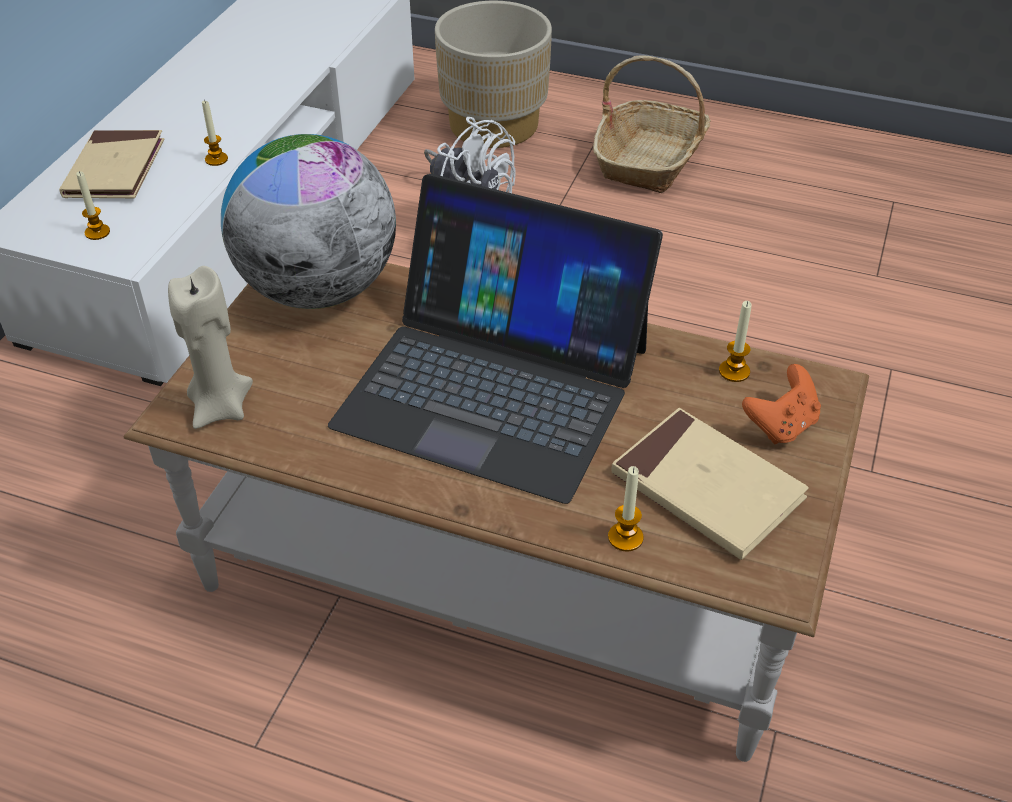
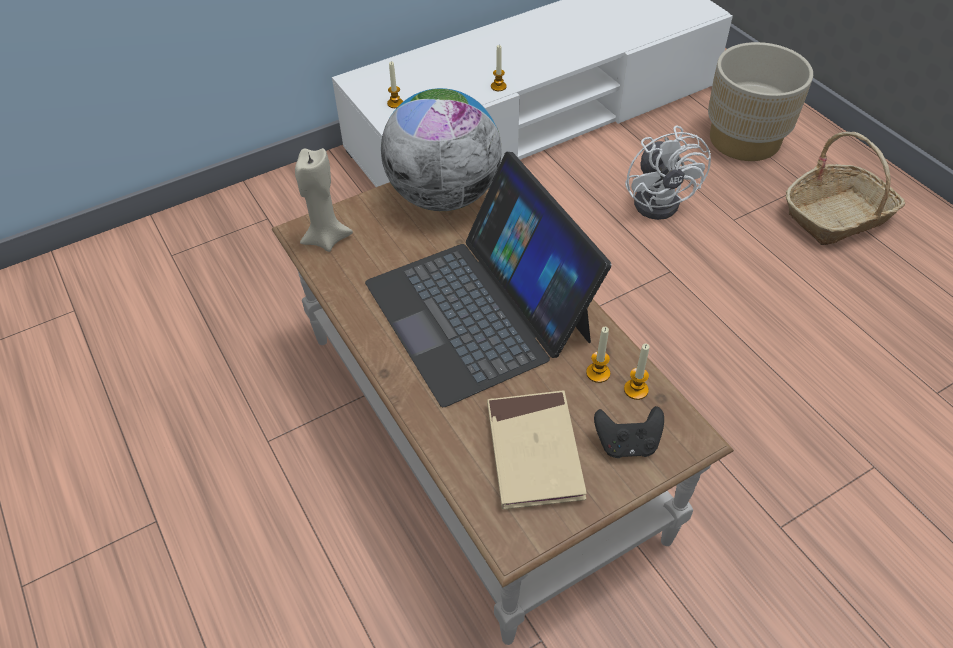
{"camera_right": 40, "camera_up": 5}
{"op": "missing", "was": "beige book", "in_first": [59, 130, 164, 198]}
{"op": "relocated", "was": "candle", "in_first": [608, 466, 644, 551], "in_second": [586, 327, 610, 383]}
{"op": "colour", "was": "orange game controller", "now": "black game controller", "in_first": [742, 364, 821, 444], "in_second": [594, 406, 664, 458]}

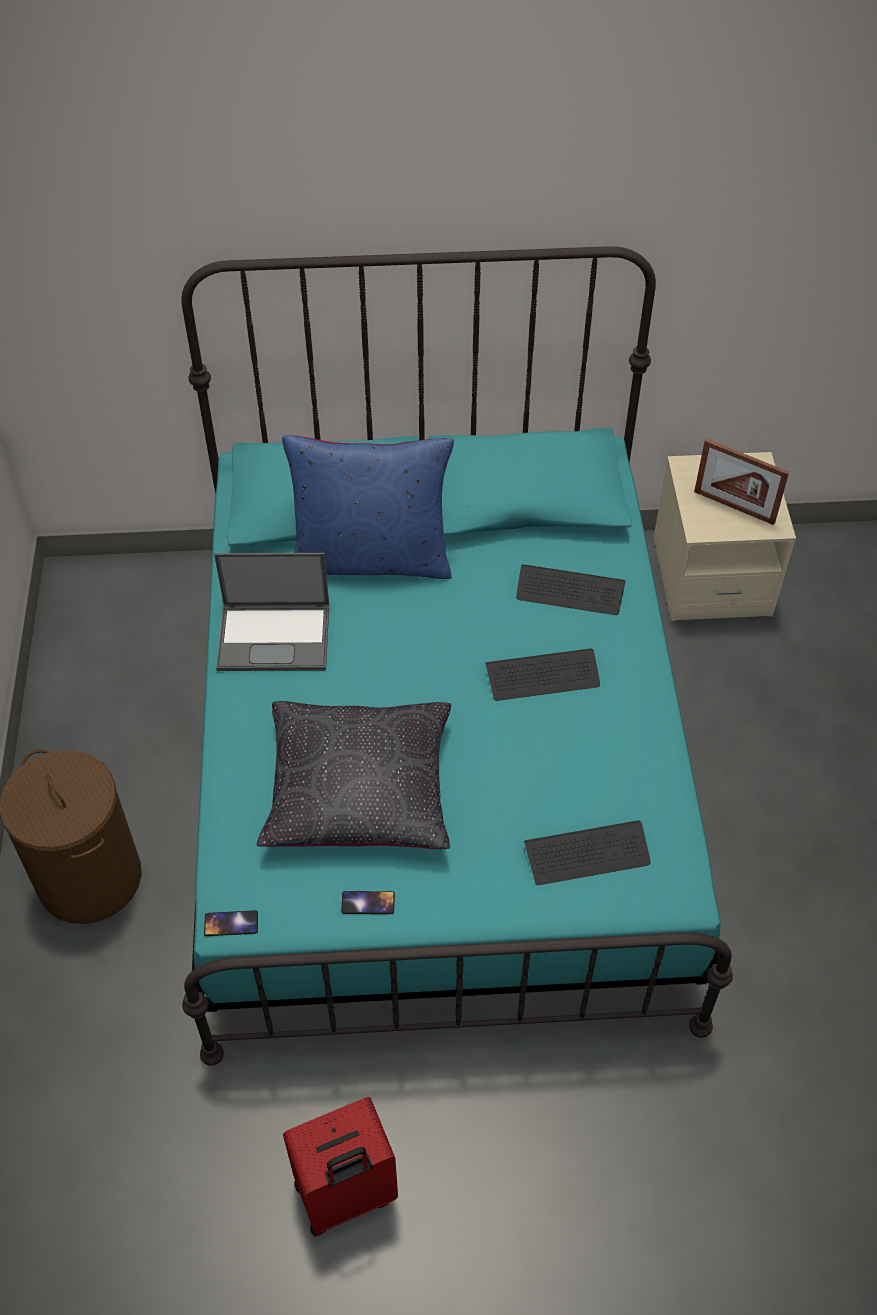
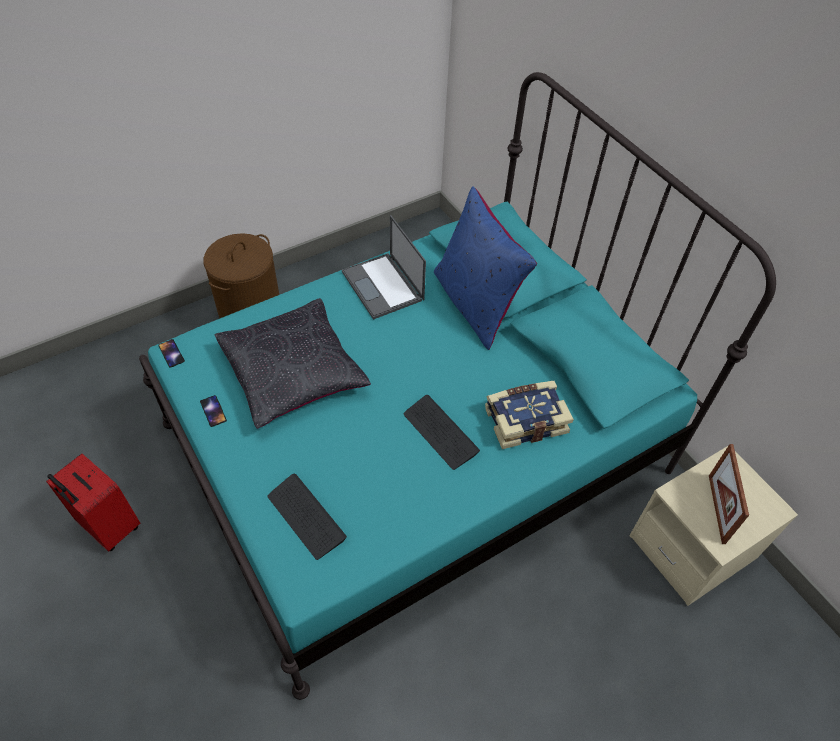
{"camera_right": 60, "camera_up": 0}
{"op": "exchanged", "was": "keyboard", "now": "book", "in_first": [516, 564, 625, 615], "in_second": [485, 381, 574, 449]}

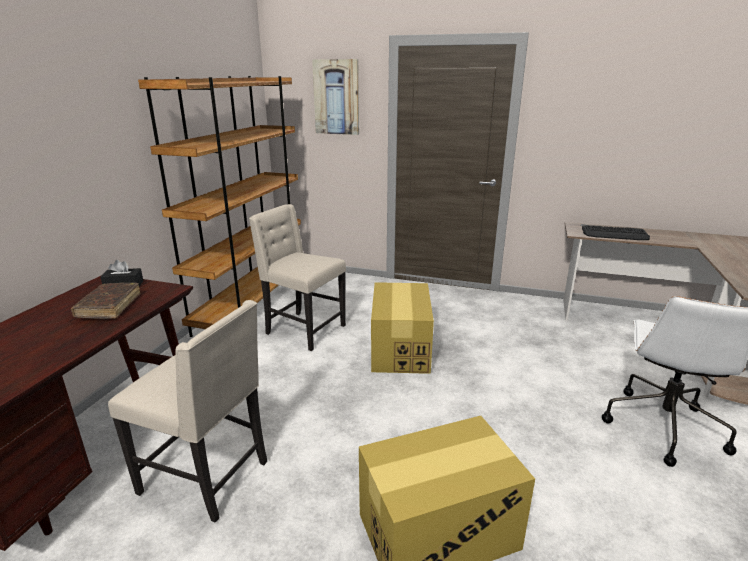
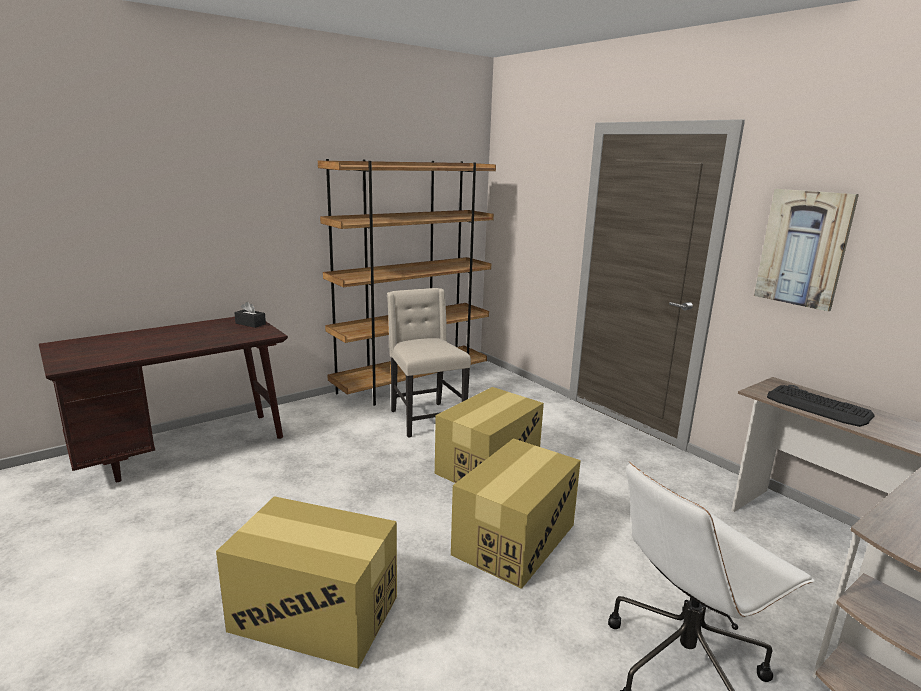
{"camera_right": 35, "camera_up": -5}
{"op": "missing", "was": "brown book", "in_first": [71, 283, 140, 319]}
{"op": "missing", "was": "beige chair", "in_first": [108, 300, 267, 523]}
{"op": "appeared", "now": "cardboard box", "in_second": [451, 438, 581, 589]}
{"op": "relocated", "was": "picture", "in_first": [312, 59, 359, 135], "in_second": [754, 189, 859, 311]}

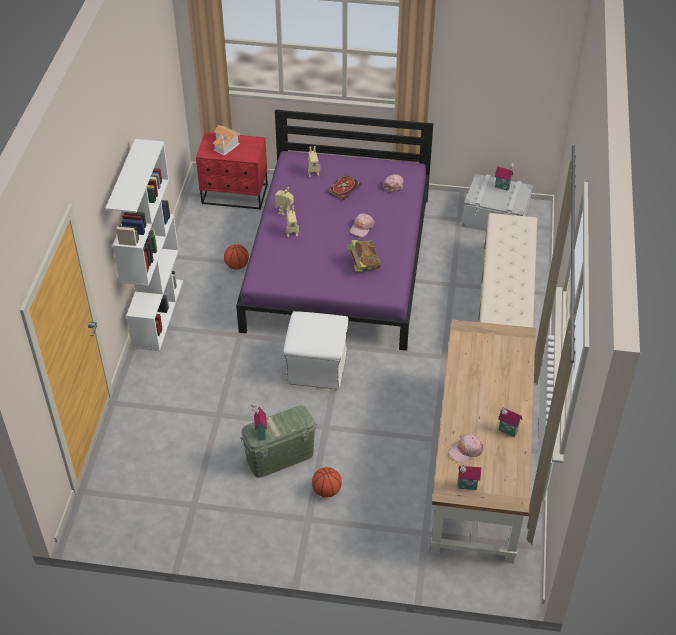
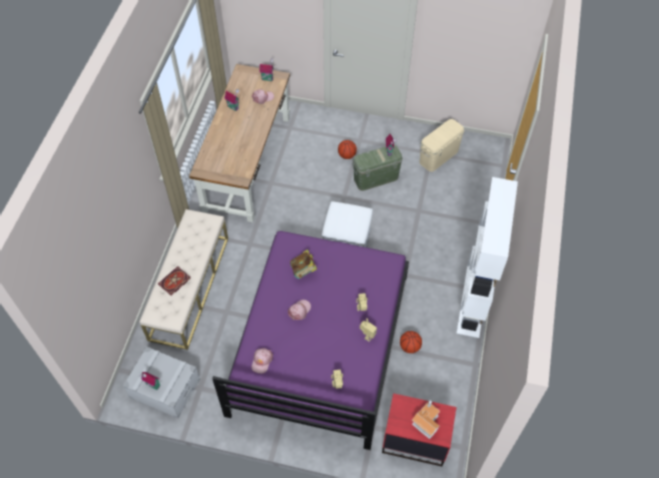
{"camera_right": -175, "camera_up": 10}
{"op": "appeared", "now": "beige storage box", "in_second": [420, 119, 464, 172]}
{"op": "relocated", "was": "book", "in_first": [327, 174, 362, 200], "in_second": [158, 266, 190, 295]}

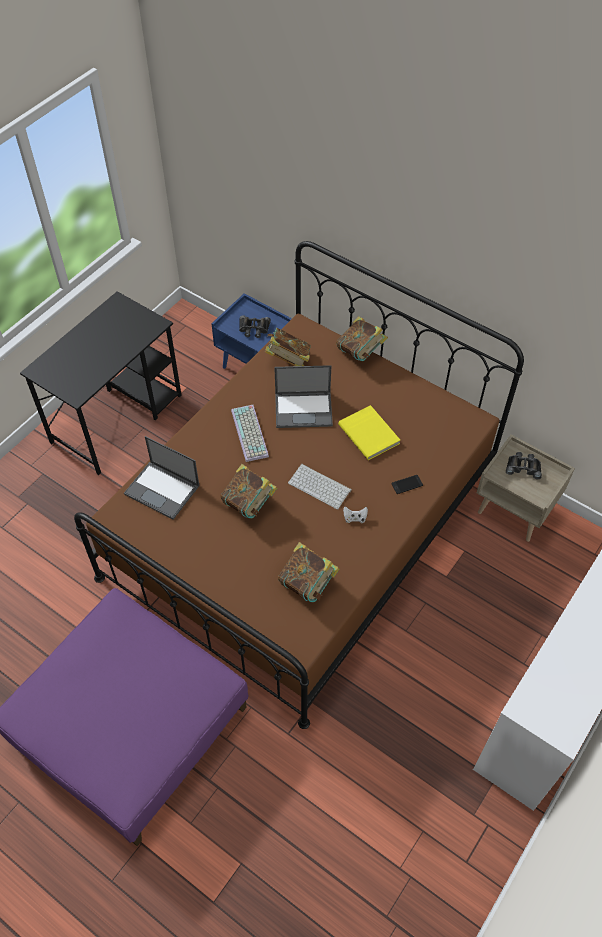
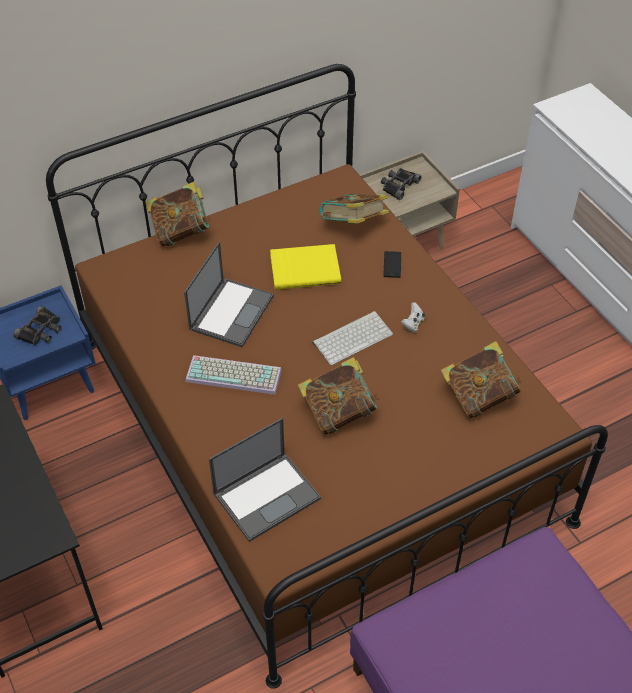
{"camera_right": -65, "camera_up": -5}
{"op": "relocated", "was": "book", "in_first": [265, 328, 311, 366], "in_second": [320, 193, 389, 224]}

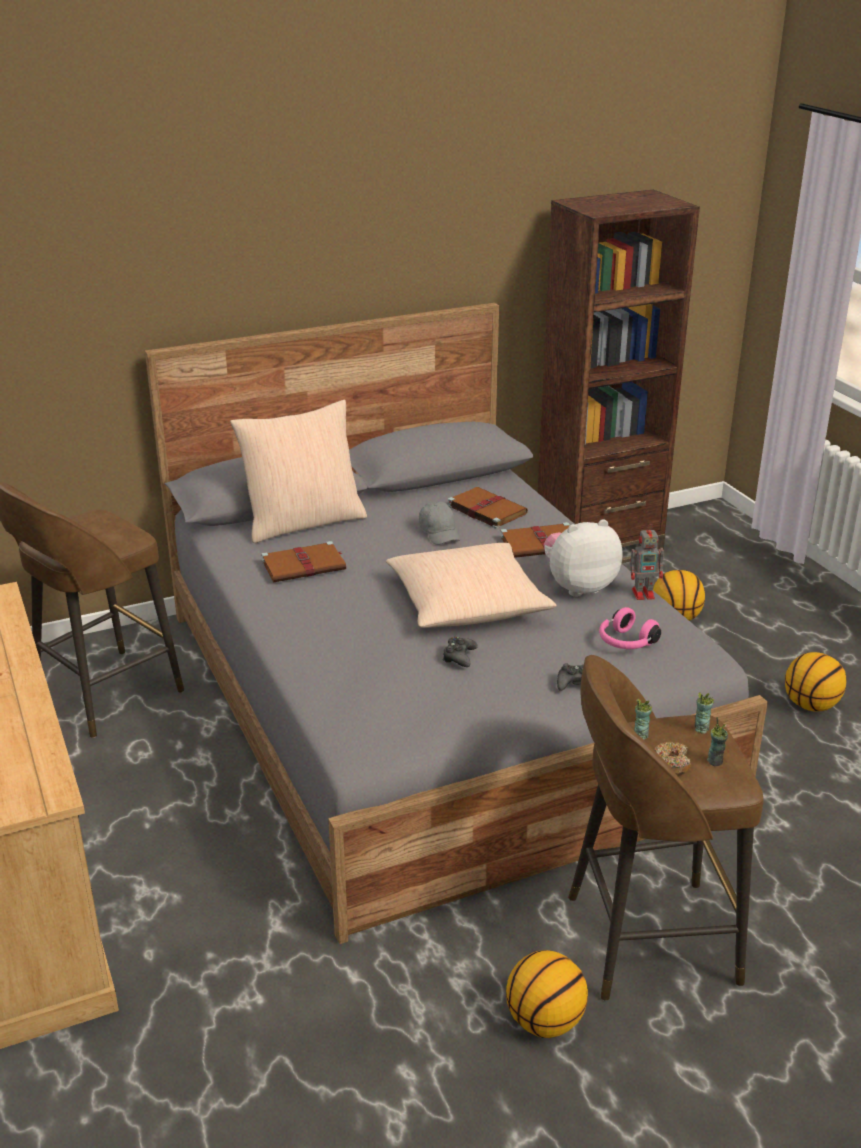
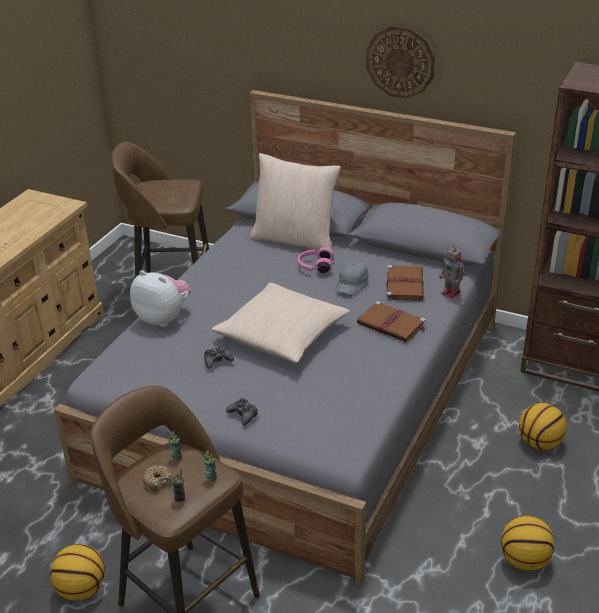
{"camera_right": 50, "camera_up": 5}
{"op": "missing", "was": "brown book", "in_first": [261, 541, 346, 582]}
{"op": "appeared", "now": "wall clock", "in_second": [366, 26, 435, 99]}
{"op": "relocated", "was": "plush toy", "in_first": [544, 519, 622, 597], "in_second": [130, 270, 190, 327]}
{"op": "relocated", "was": "pink headphones", "in_first": [599, 607, 661, 649], "in_second": [297, 247, 334, 274]}
{"op": "relocated", "was": "toy robot", "in_first": [630, 524, 664, 600], "in_second": [439, 245, 466, 298]}

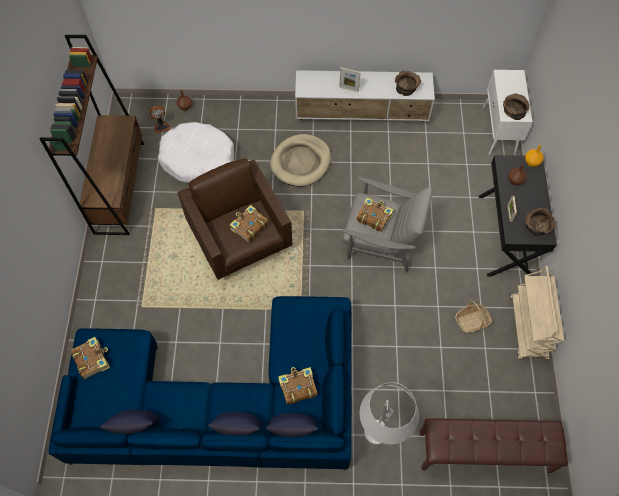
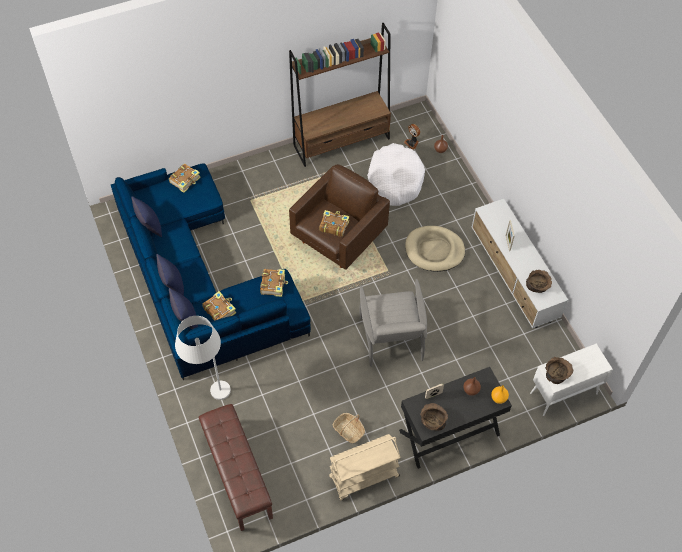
{"camera_right": 65, "camera_up": -5}
{"op": "relocated", "was": "book", "in_first": [356, 197, 394, 232], "in_second": [260, 269, 288, 297]}

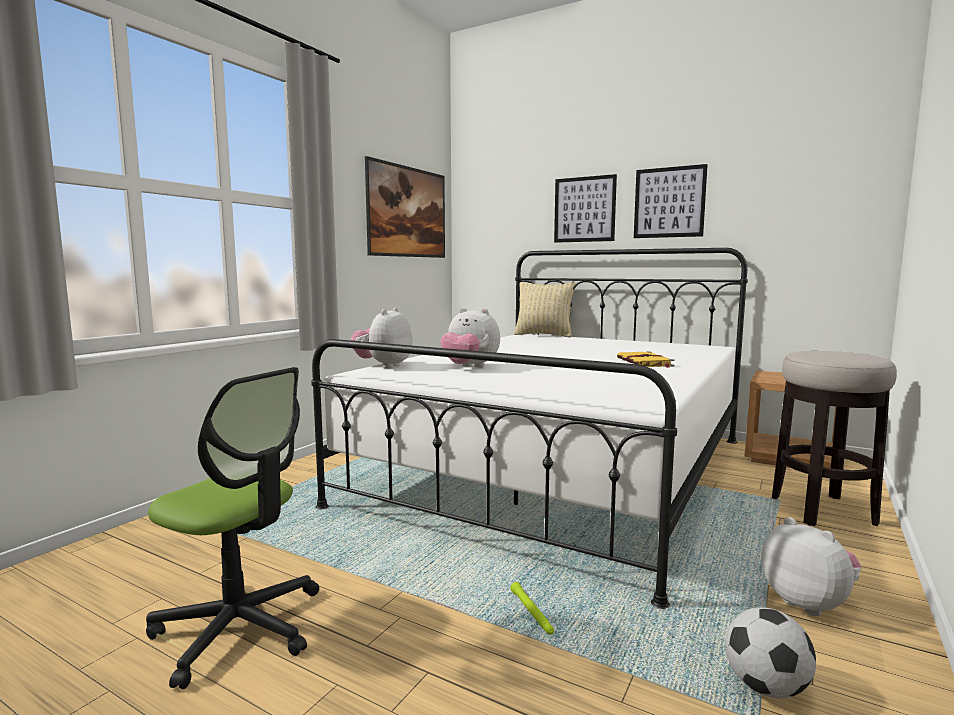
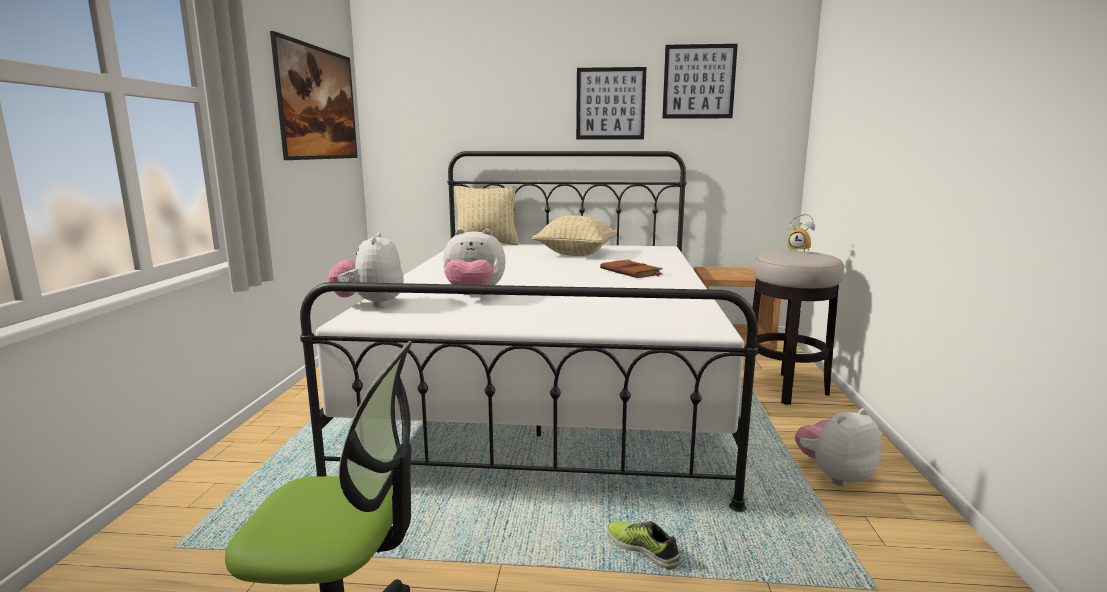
{"camera_right": -25, "camera_up": 5}
{"op": "missing", "was": "football", "in_first": [725, 607, 816, 698]}
{"op": "appeared", "now": "beige pillow", "in_second": [532, 215, 617, 256]}
{"op": "appeared", "now": "alarm clock", "in_second": [787, 214, 815, 252]}
{"op": "relocated", "was": "picture", "in_first": [554, 174, 617, 243], "in_second": [662, 44, 738, 119]}
{"op": "exchanged", "was": "green flashlight", "now": "shoe", "in_first": [510, 582, 554, 635], "in_second": [607, 521, 681, 570]}
{"op": "colour", "was": "yellow book", "now": "brown book", "in_first": [617, 351, 675, 368], "in_second": [600, 260, 663, 278]}
{"op": "spun", "was": "plush toy", "in_first": [761, 517, 861, 616], "in_second": [795, 408, 882, 486], "clockwise": -60}

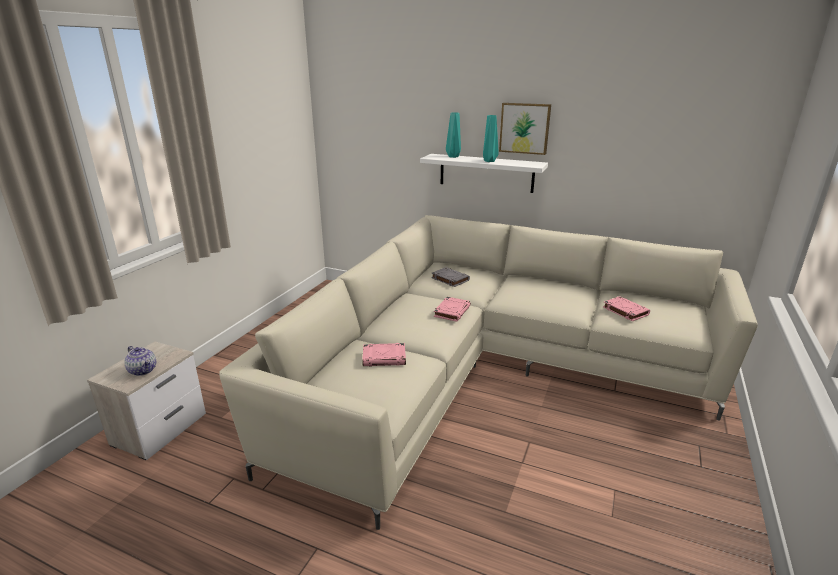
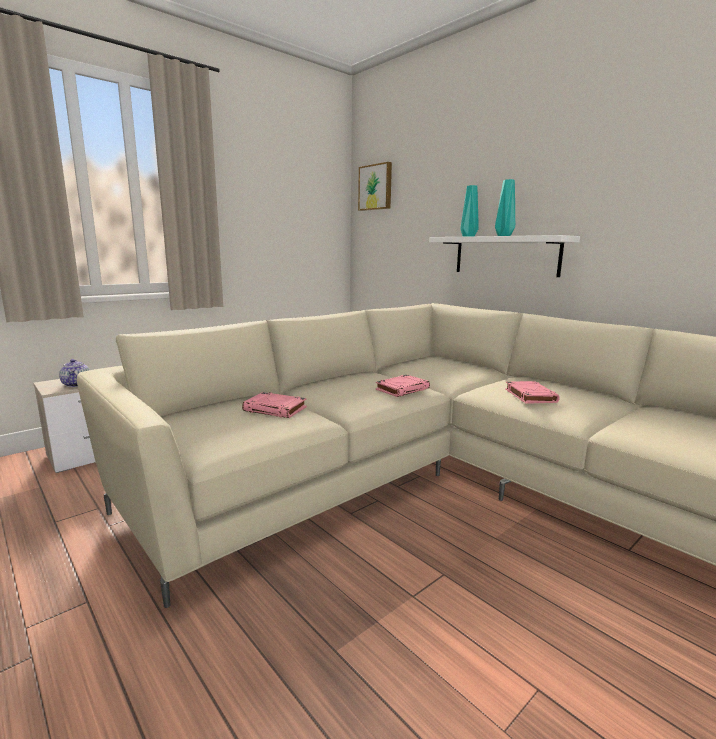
{"camera_right": 25, "camera_up": -10}
{"op": "missing", "was": "grey book", "in_first": [431, 267, 470, 287]}
{"op": "relocated", "was": "picture", "in_first": [499, 103, 551, 155], "in_second": [358, 162, 392, 211]}
{"op": "relocated", "was": "pink book", "in_first": [603, 296, 650, 321], "in_second": [505, 381, 560, 404]}

